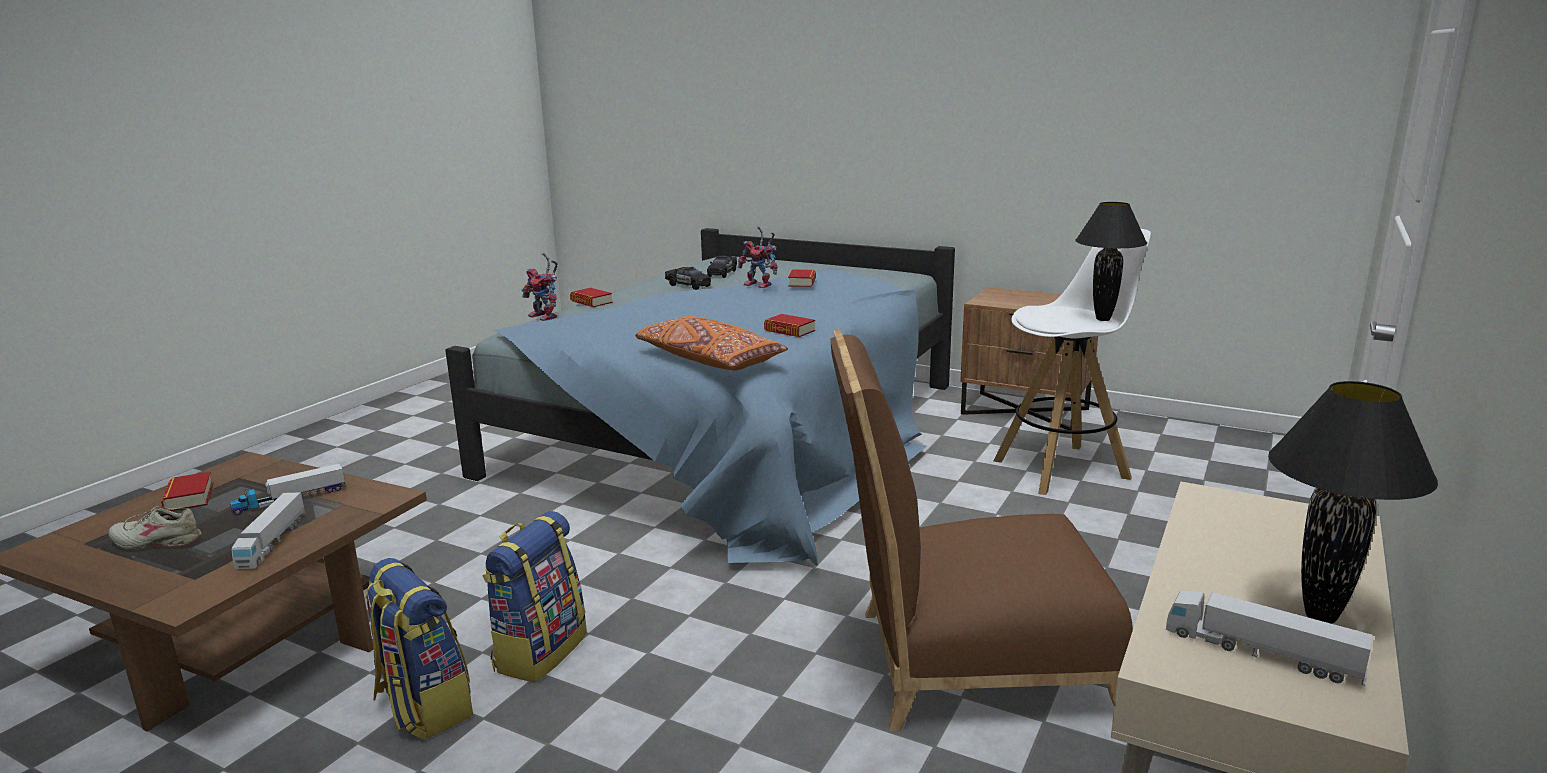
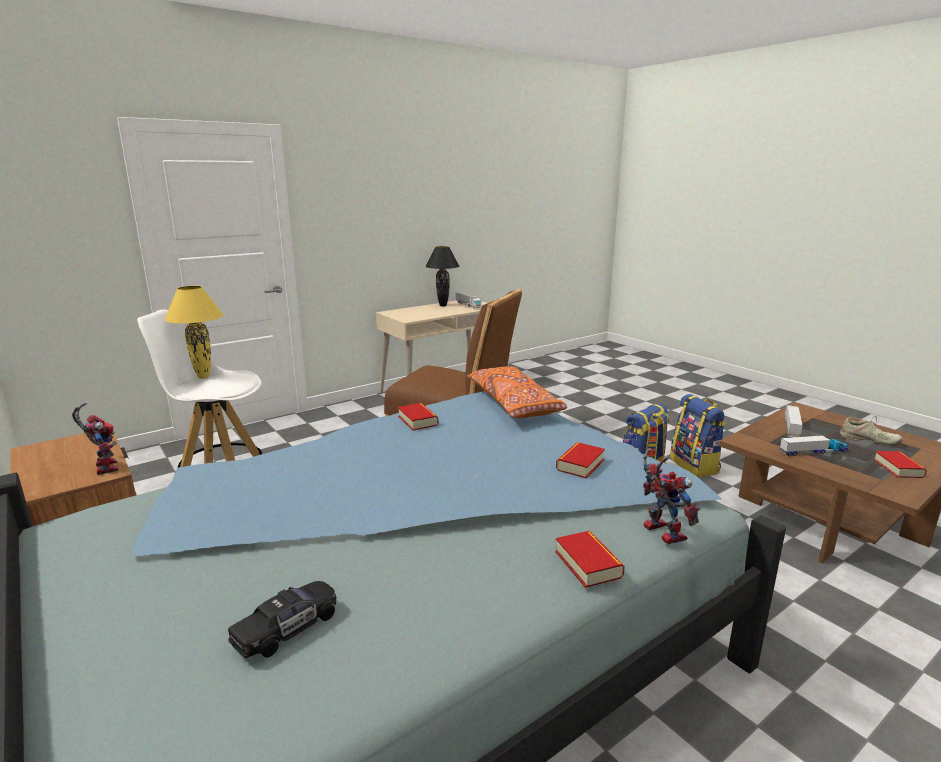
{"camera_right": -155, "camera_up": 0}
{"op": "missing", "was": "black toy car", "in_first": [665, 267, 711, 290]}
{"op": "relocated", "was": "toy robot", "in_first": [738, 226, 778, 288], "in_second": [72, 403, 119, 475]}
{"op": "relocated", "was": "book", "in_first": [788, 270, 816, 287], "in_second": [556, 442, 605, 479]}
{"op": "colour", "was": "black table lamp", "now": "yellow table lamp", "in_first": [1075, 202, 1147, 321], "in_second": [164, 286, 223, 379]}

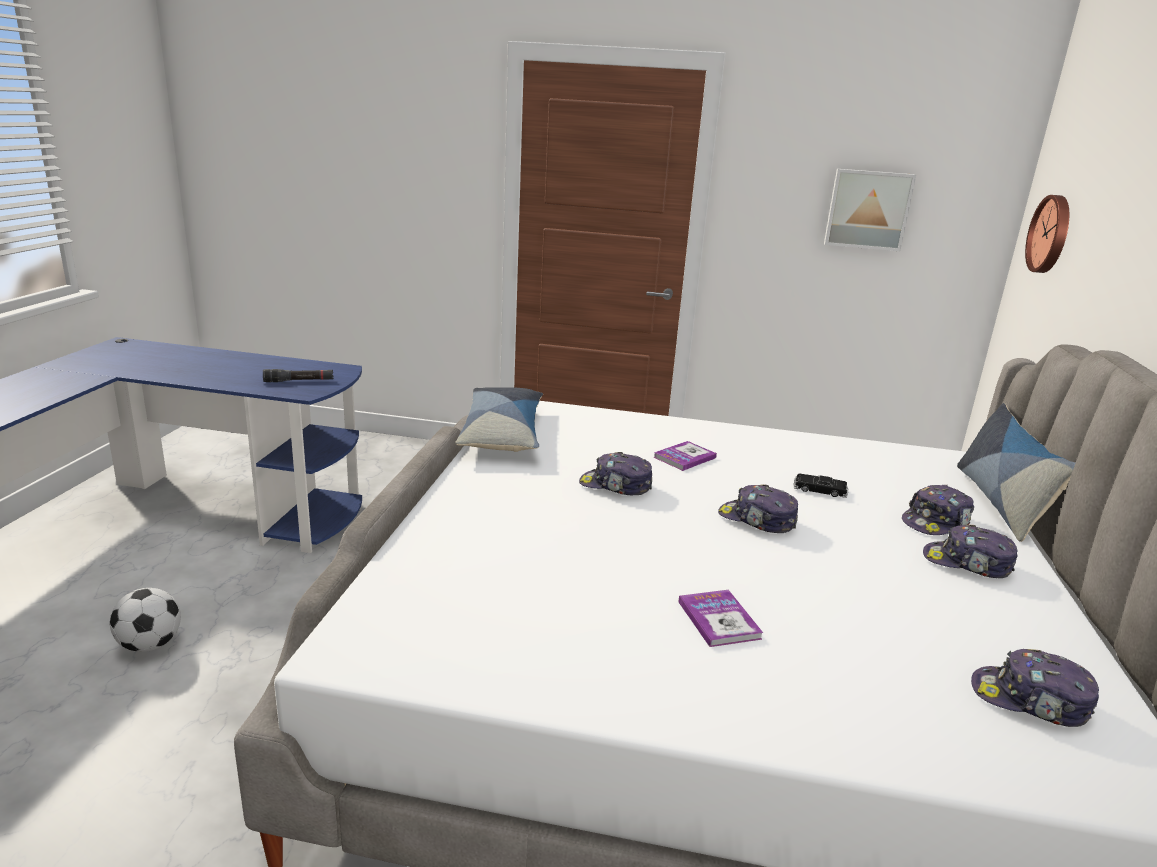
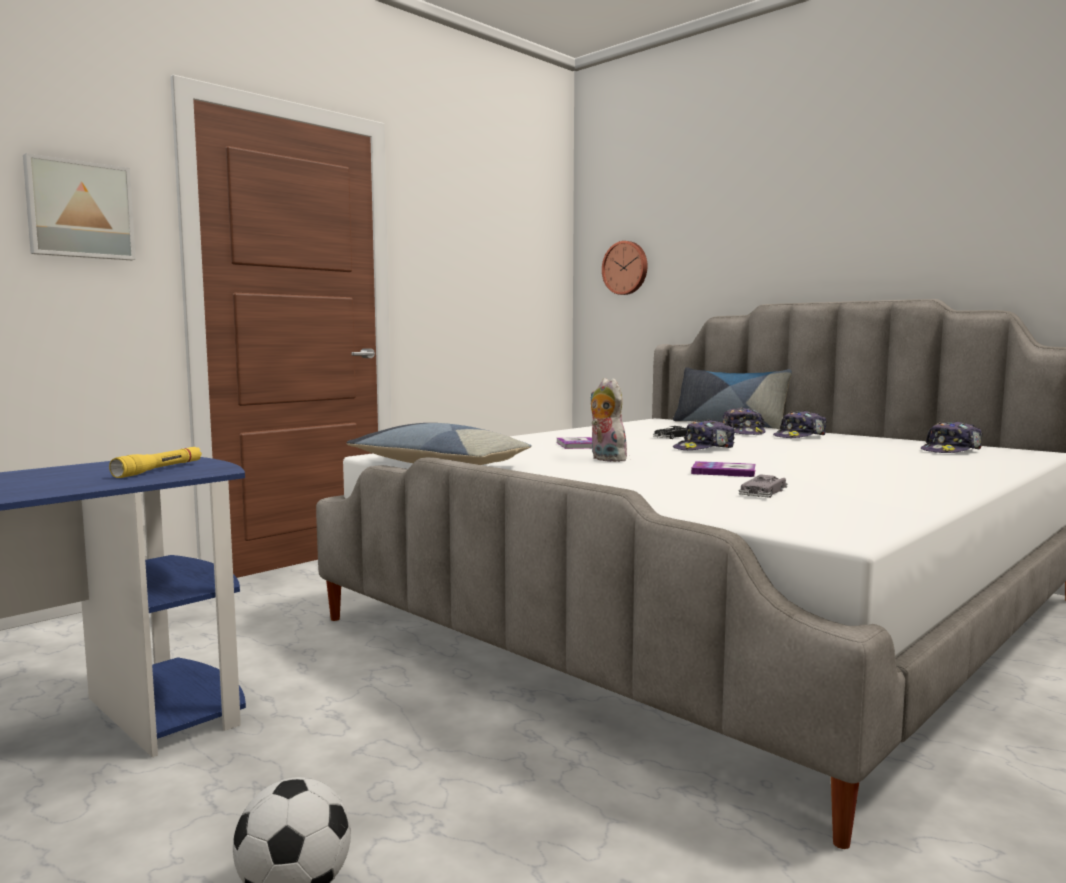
{"camera_right": -55, "camera_up": -15}
{"op": "appeared", "now": "grey toy car", "in_second": [739, 474, 787, 498]}
{"op": "relocated", "was": "book", "in_first": [678, 590, 763, 647], "in_second": [691, 461, 756, 477]}
{"op": "relocated", "was": "picture", "in_first": [824, 169, 916, 251], "in_second": [23, 153, 136, 260]}
{"op": "exchanged", "was": "cap", "now": "plush toy", "in_first": [579, 452, 652, 495], "in_second": [590, 378, 627, 462]}
{"op": "colour", "was": "black flashlight", "now": "yellow flashlight", "in_first": [263, 369, 333, 382], "in_second": [109, 447, 202, 478]}

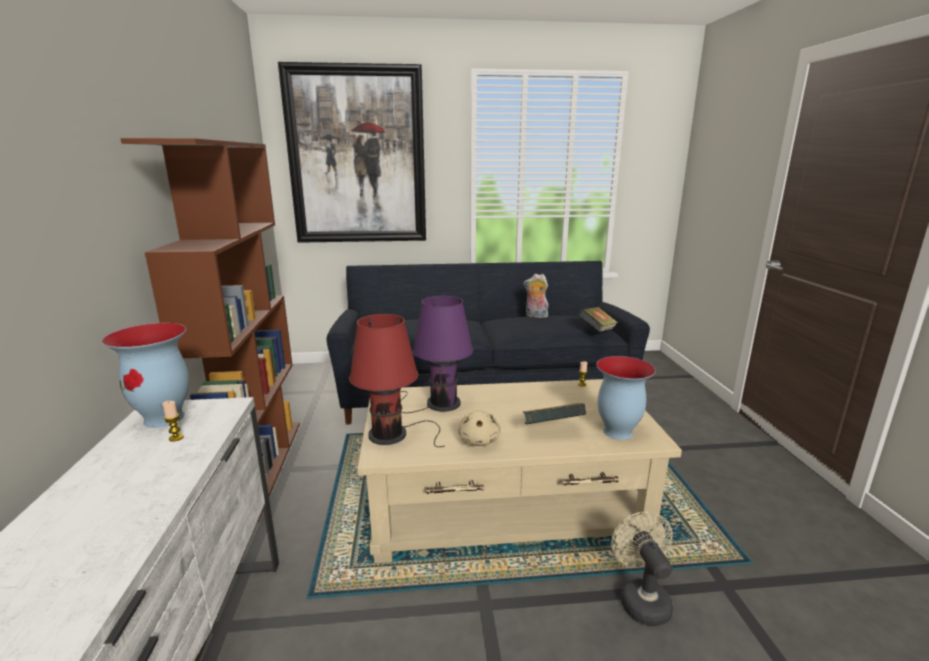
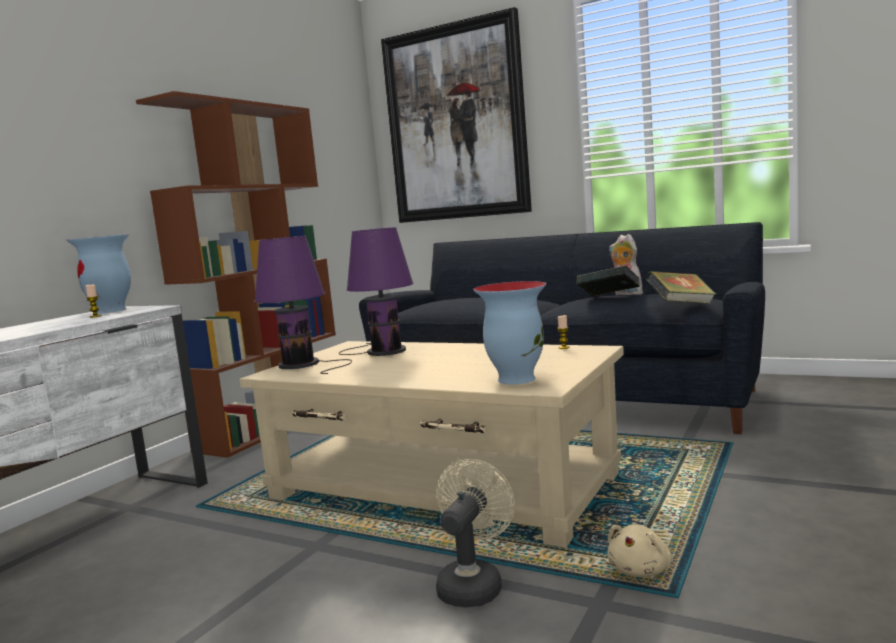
{"camera_right": 35, "camera_up": -10}
{"op": "relocated", "was": "beige plush toy", "in_first": [458, 410, 501, 446], "in_second": [607, 524, 672, 577]}
{"op": "relocated", "was": "book", "in_first": [523, 403, 586, 424], "in_second": [577, 266, 640, 297]}
{"op": "colour", "was": "red table lamp", "now": "purple table lamp", "in_first": [349, 314, 445, 447], "in_second": [254, 236, 352, 374]}

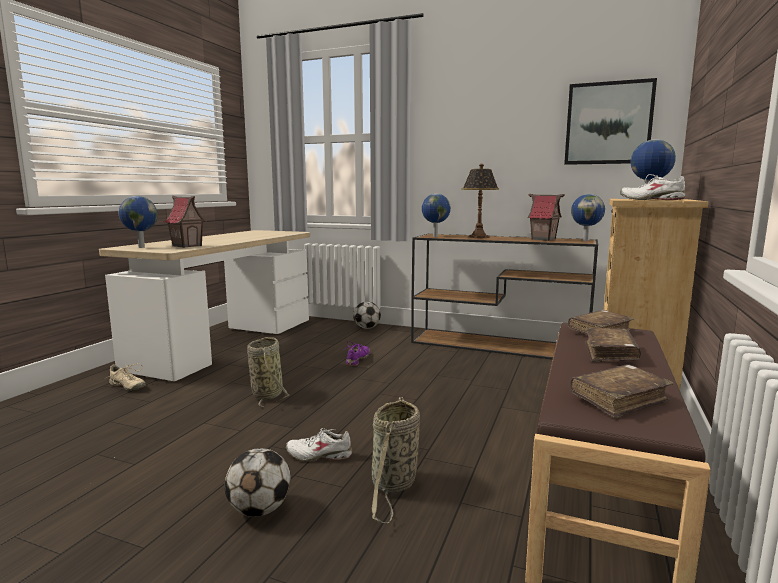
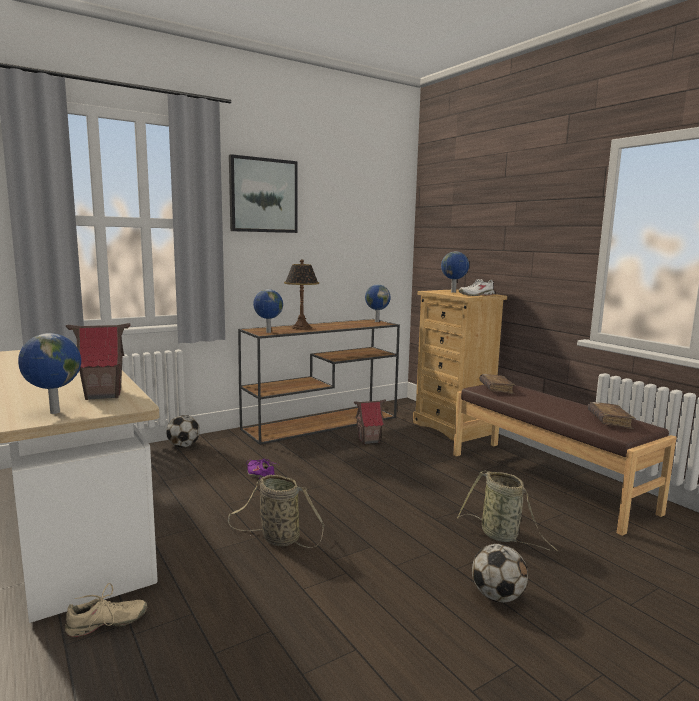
{"camera_right": -55, "camera_up": 0}
{"op": "missing", "was": "white shoe", "in_first": [286, 428, 352, 462]}
{"op": "missing", "was": "brown book", "in_first": [585, 328, 641, 362]}
{"op": "relocated", "was": "toy house", "in_first": [528, 194, 565, 241], "in_second": [354, 399, 386, 444]}
{"op": "relocated", "was": "picture", "in_first": [564, 78, 657, 165], "in_second": [229, 154, 298, 233]}

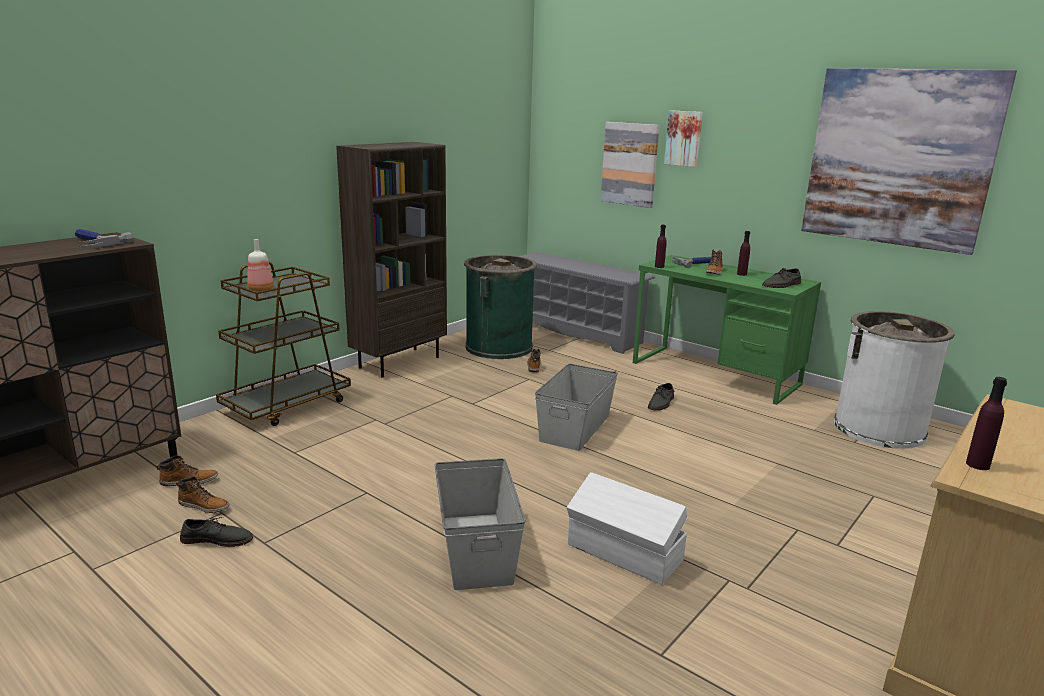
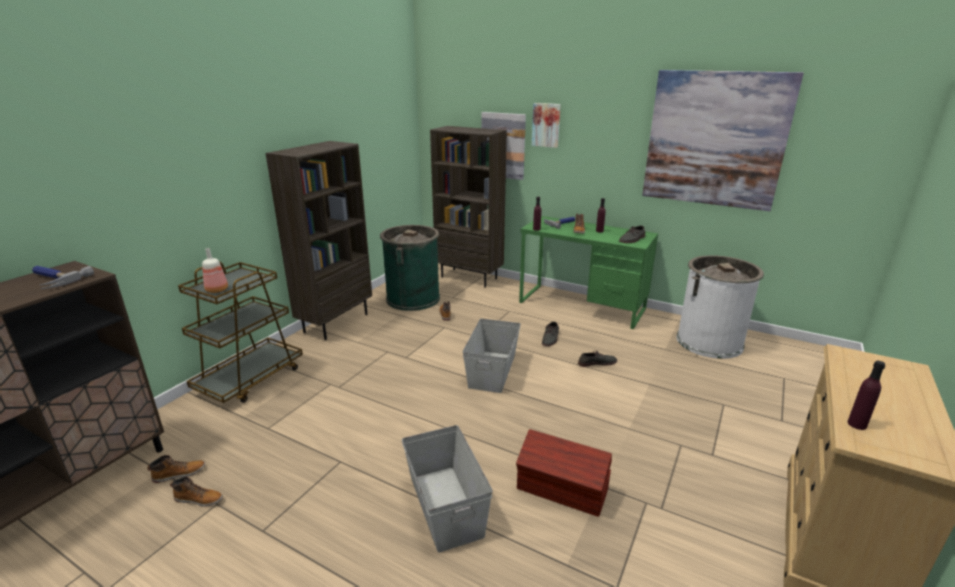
{"camera_right": -10, "camera_up": 5}
{"op": "relocated", "was": "grey shoe", "in_first": [180, 517, 253, 547], "in_second": [578, 350, 617, 367]}
{"op": "exchanged", "was": "grey shoe rack", "now": "brown bookcase", "in_first": [519, 252, 655, 354], "in_second": [430, 126, 507, 287]}
{"op": "colour", "was": "white storage box", "now": "brown storage box", "in_first": [567, 472, 687, 585], "in_second": [516, 429, 612, 517]}

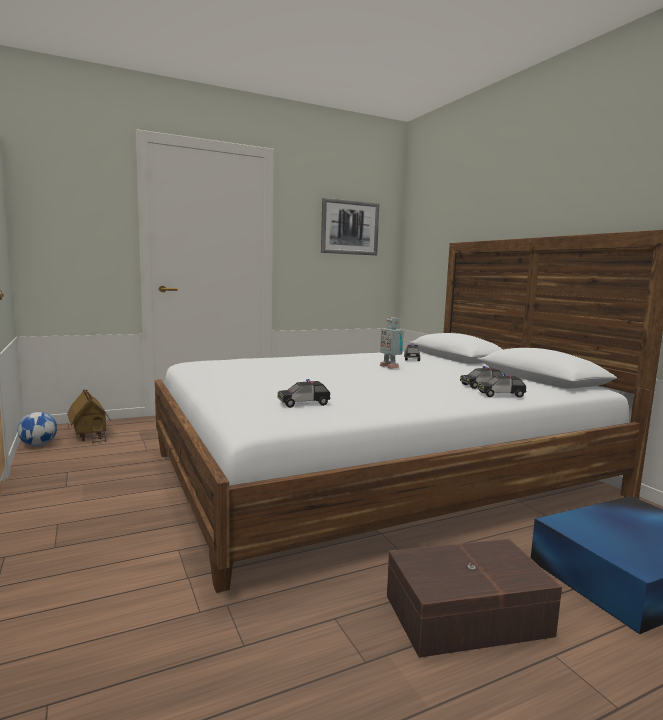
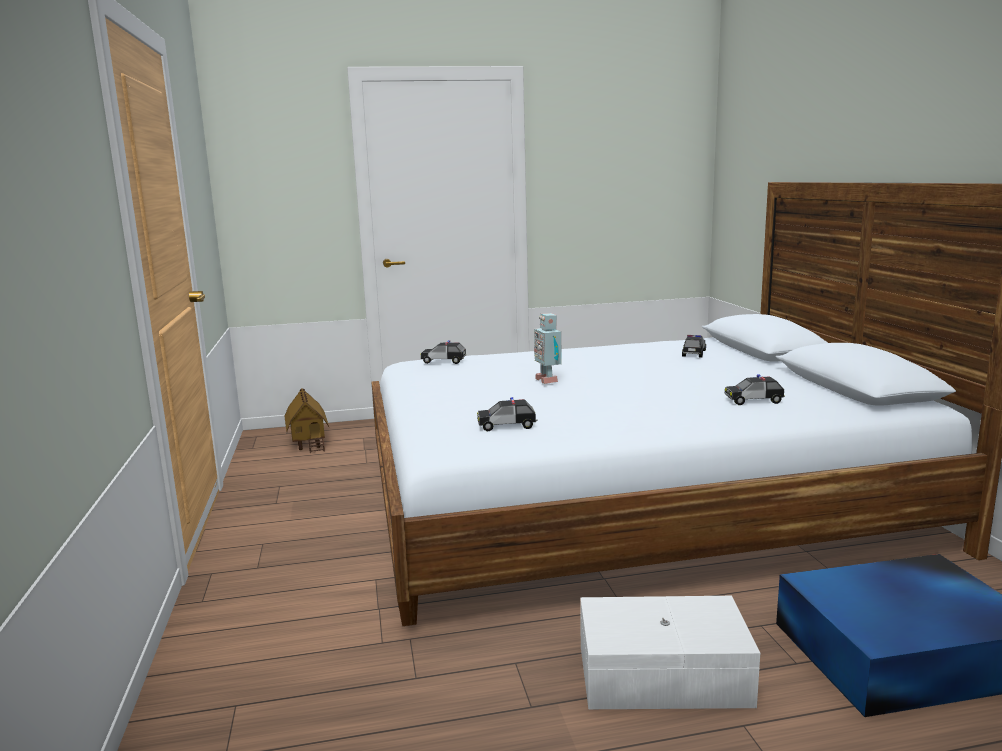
{"camera_right": 15, "camera_up": 5}
{"op": "missing", "was": "football", "in_first": [18, 412, 57, 446]}
{"op": "missing", "was": "picture", "in_first": [321, 198, 379, 255]}
{"op": "relocated", "was": "toy robot", "in_first": [380, 317, 404, 369], "in_second": [534, 313, 562, 384]}
{"op": "relocated", "was": "toy car", "in_first": [477, 374, 527, 398], "in_second": [421, 340, 467, 364]}
{"op": "colour", "was": "brown storage box", "now": "white storage box", "in_first": [387, 539, 562, 658], "in_second": [580, 596, 760, 709]}

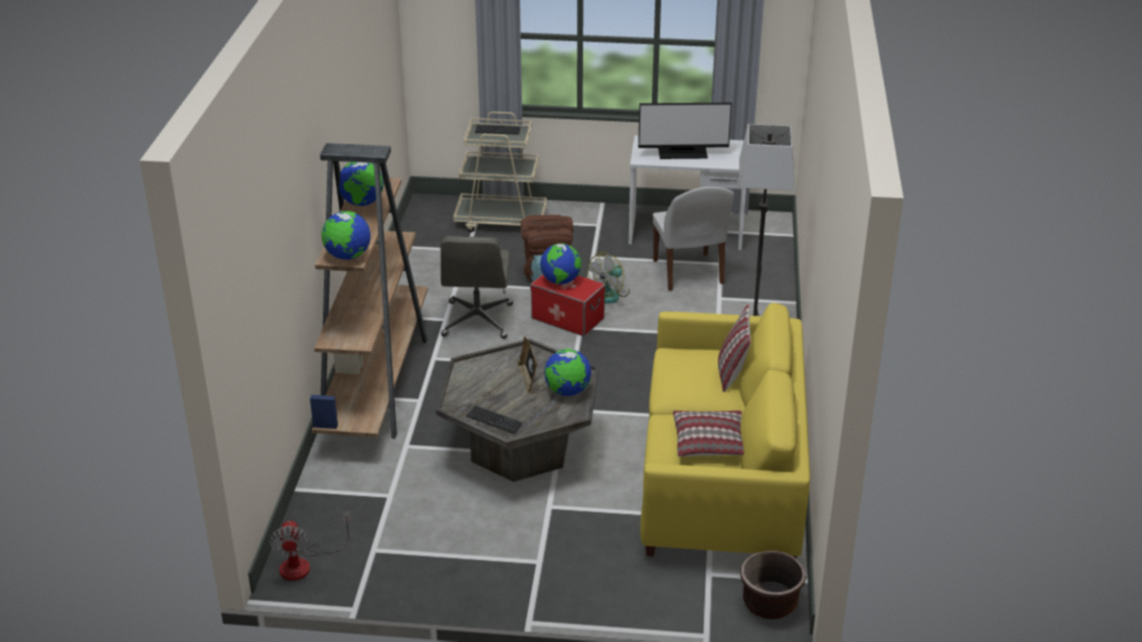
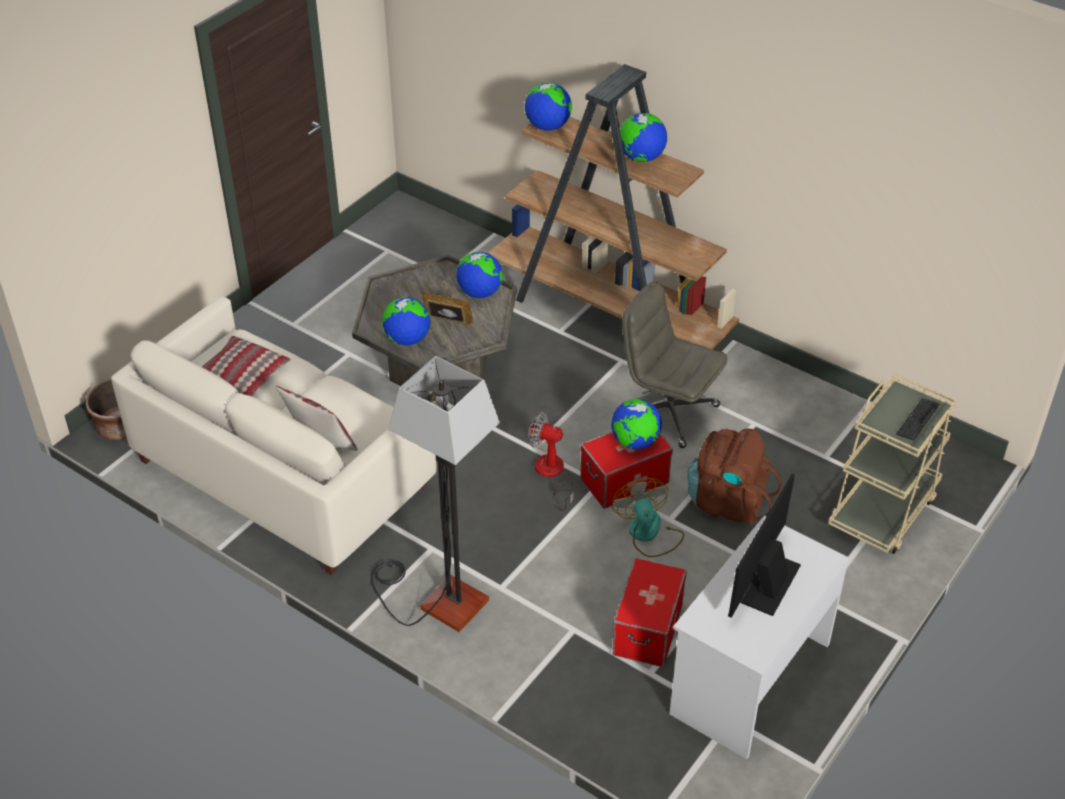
{"camera_right": 120, "camera_up": 10}
{"op": "missing", "was": "keyboard", "in_first": [466, 405, 523, 434]}
{"op": "appeared", "now": "globe", "in_second": [456, 251, 503, 298]}
{"op": "relocated", "was": "fan", "in_first": [270, 511, 351, 581], "in_second": [528, 412, 574, 511]}
{"op": "exchanged", "was": "white chair", "now": "storage box", "in_first": [653, 187, 734, 291], "in_second": [613, 557, 687, 667]}
{"op": "colour", "was": "yellow sofa", "now": "white sofa", "in_first": [640, 303, 810, 558], "in_second": [111, 296, 436, 575]}

